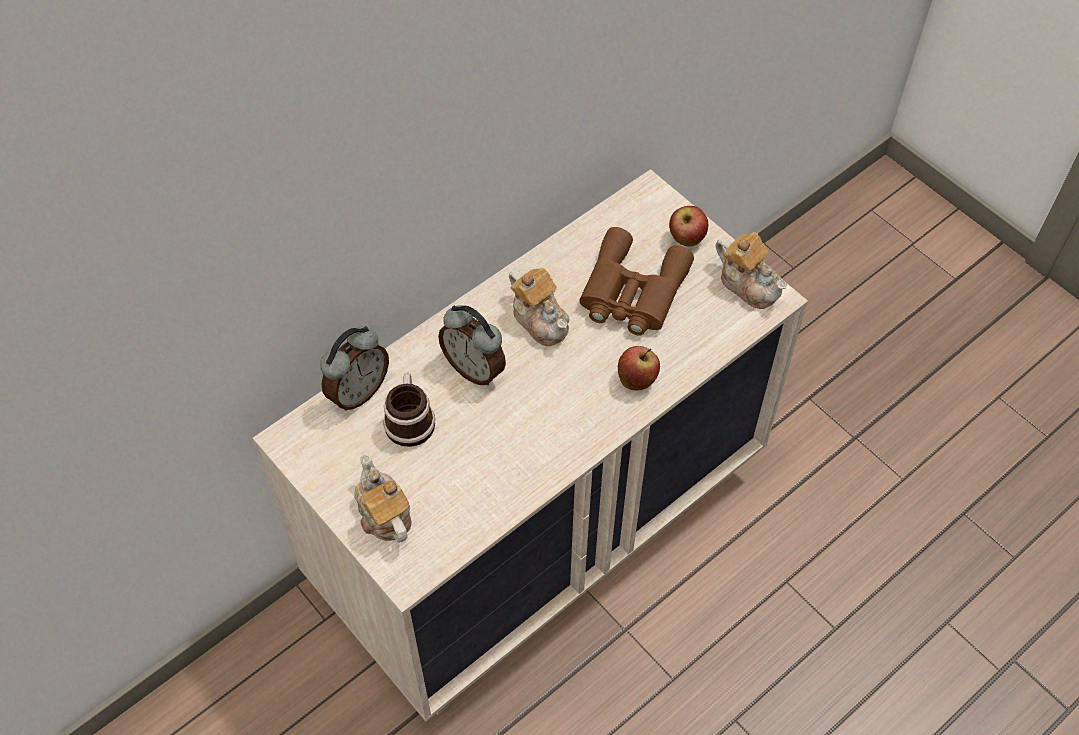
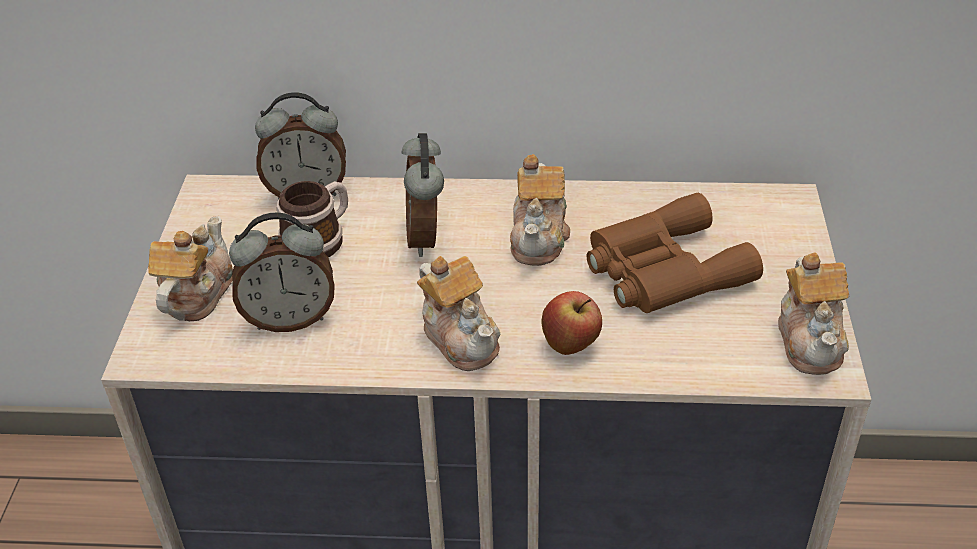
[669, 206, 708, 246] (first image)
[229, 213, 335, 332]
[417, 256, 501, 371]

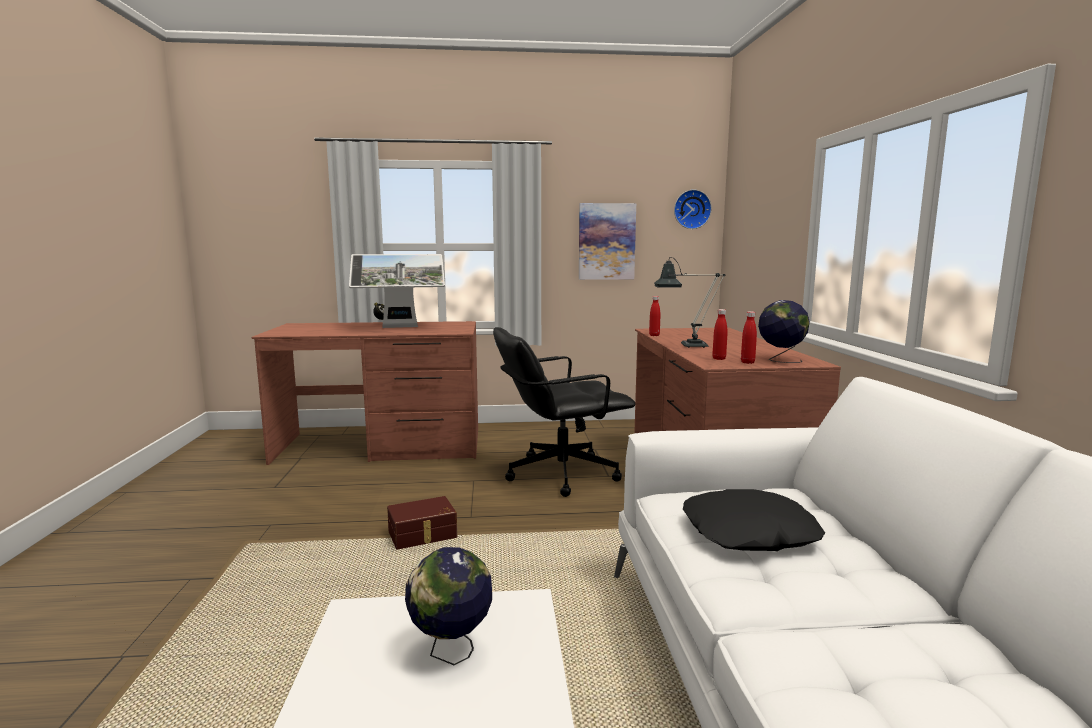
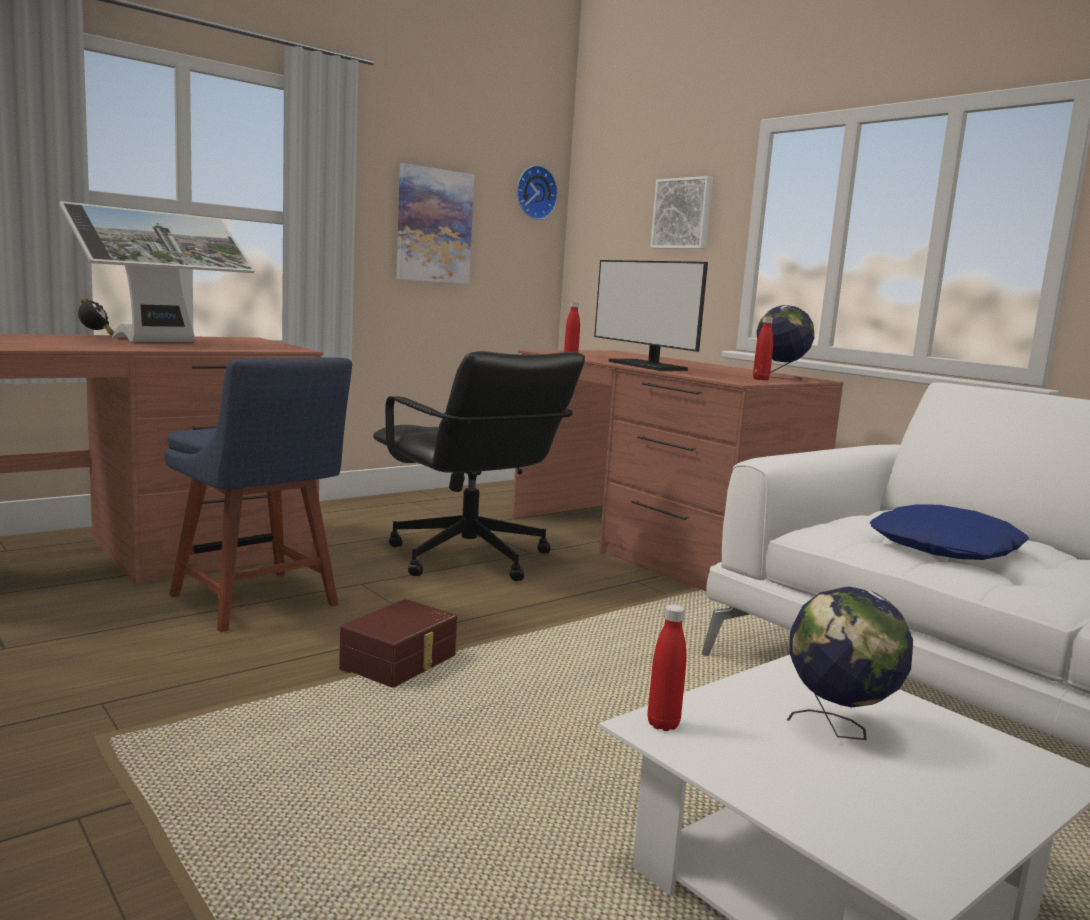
[373, 351, 585, 581]
[594, 260, 708, 371]
[870, 504, 1029, 560]
[648, 604, 686, 731]
[165, 357, 352, 632]
[650, 176, 713, 249]

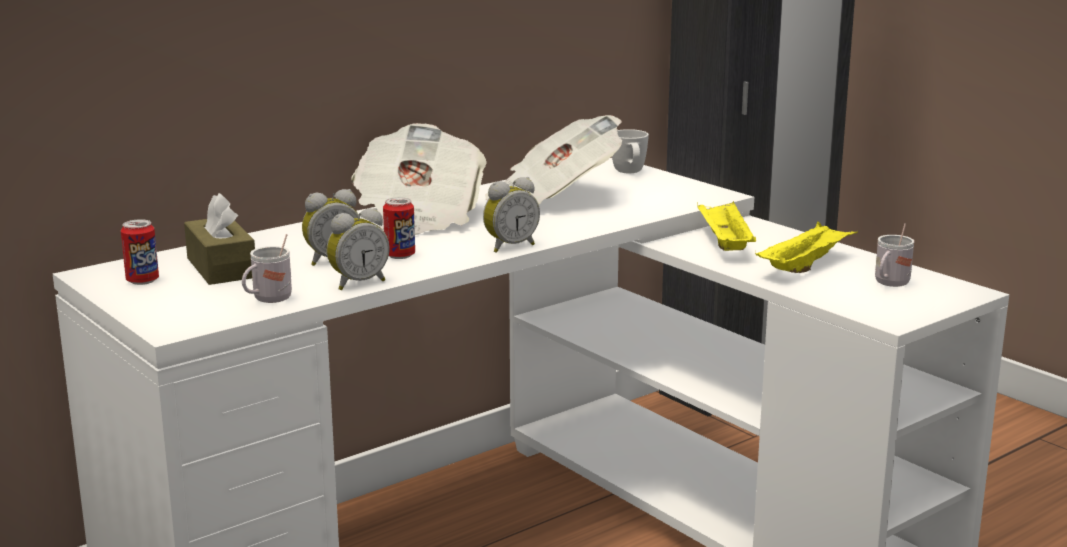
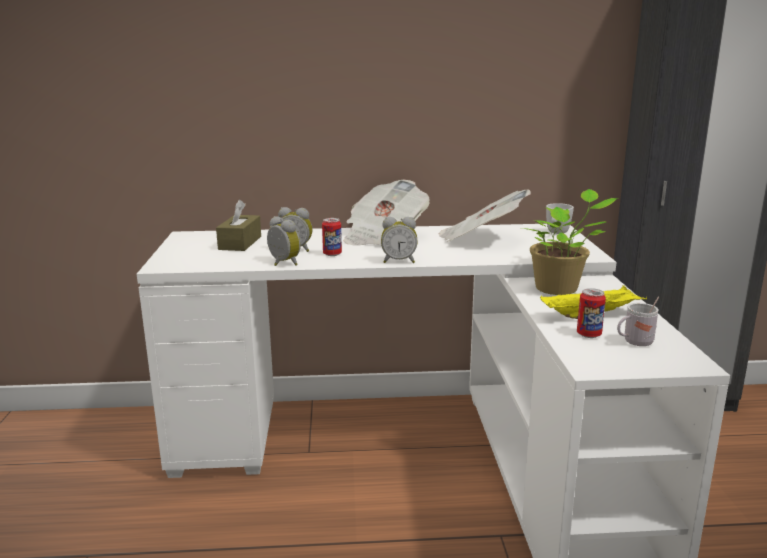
[577, 288, 606, 338]
[242, 234, 292, 303] (first image)
[267, 216, 301, 266]
[522, 189, 618, 295]

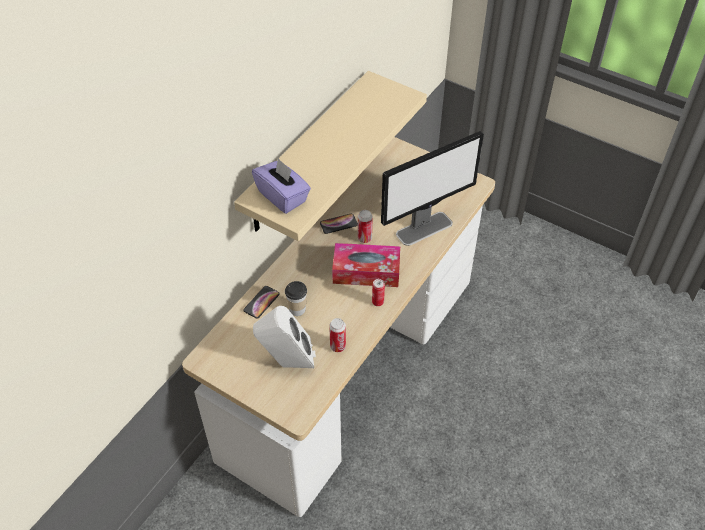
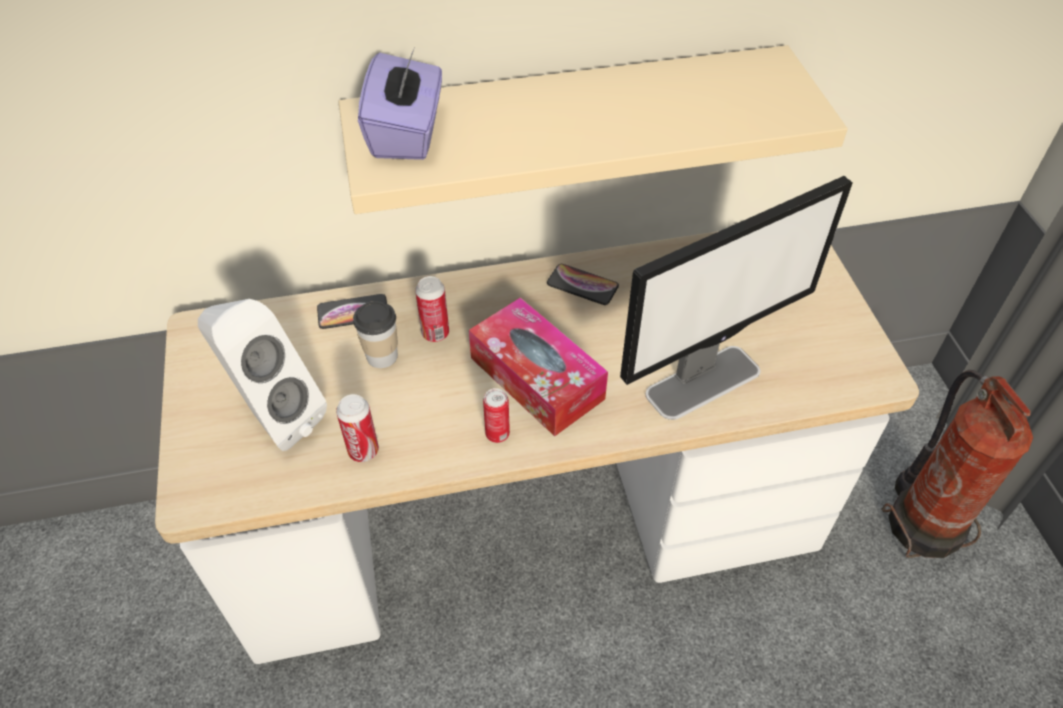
[415, 276, 449, 342]
[620, 176, 853, 420]
[882, 370, 1033, 558]

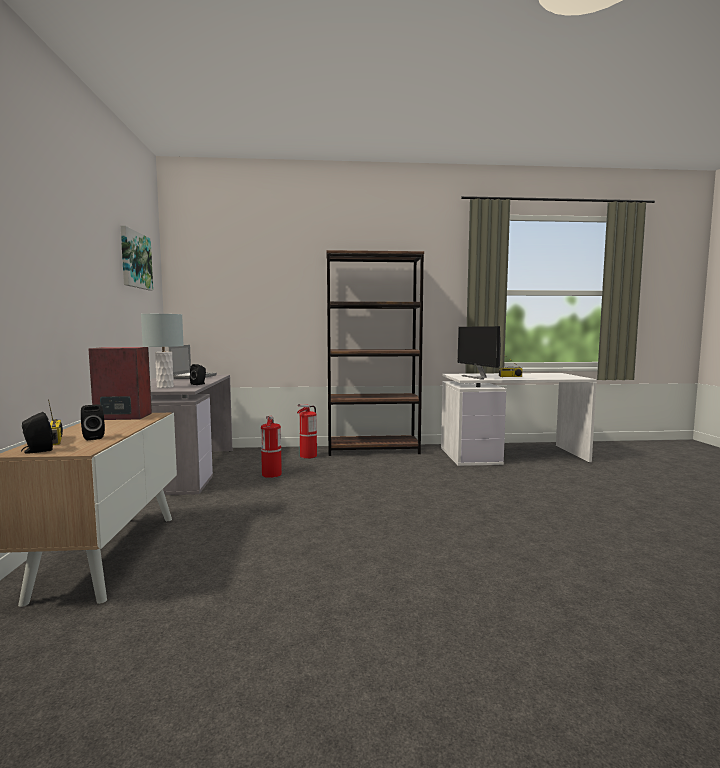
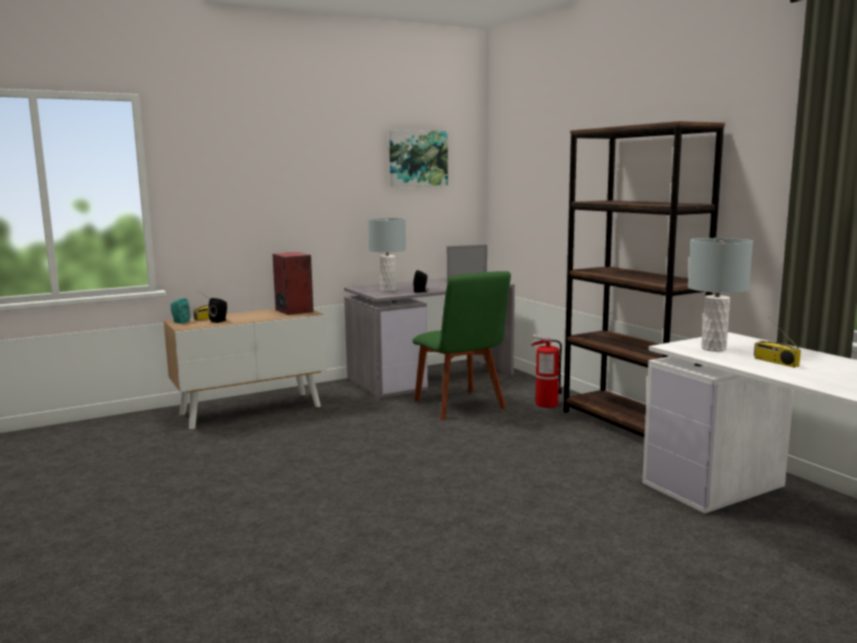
[171, 298, 190, 324]
[412, 271, 511, 420]
[688, 238, 753, 352]

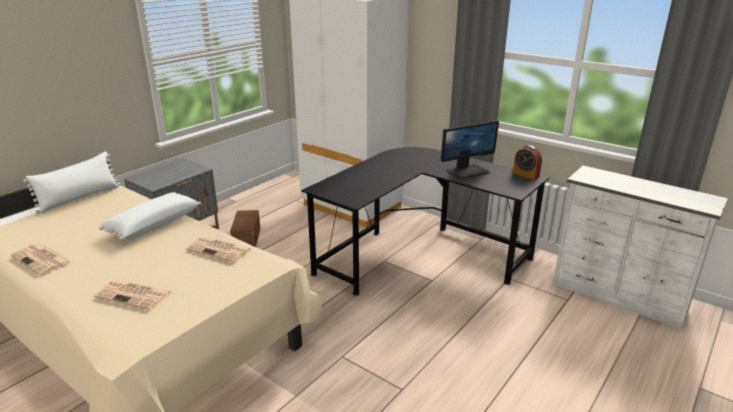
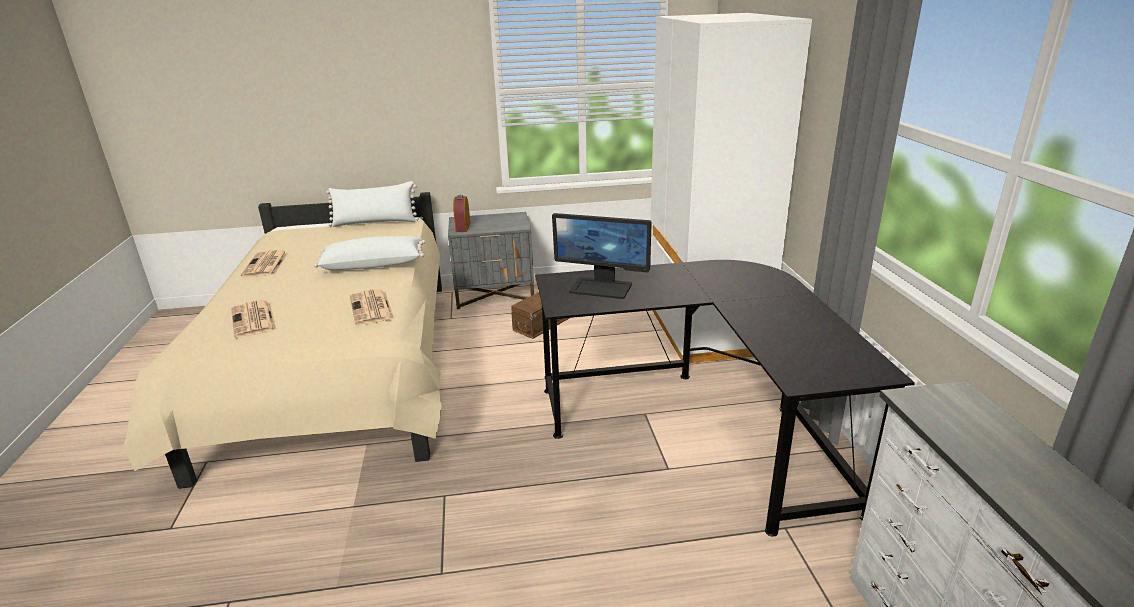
[552, 213, 652, 299]
[453, 195, 470, 232]

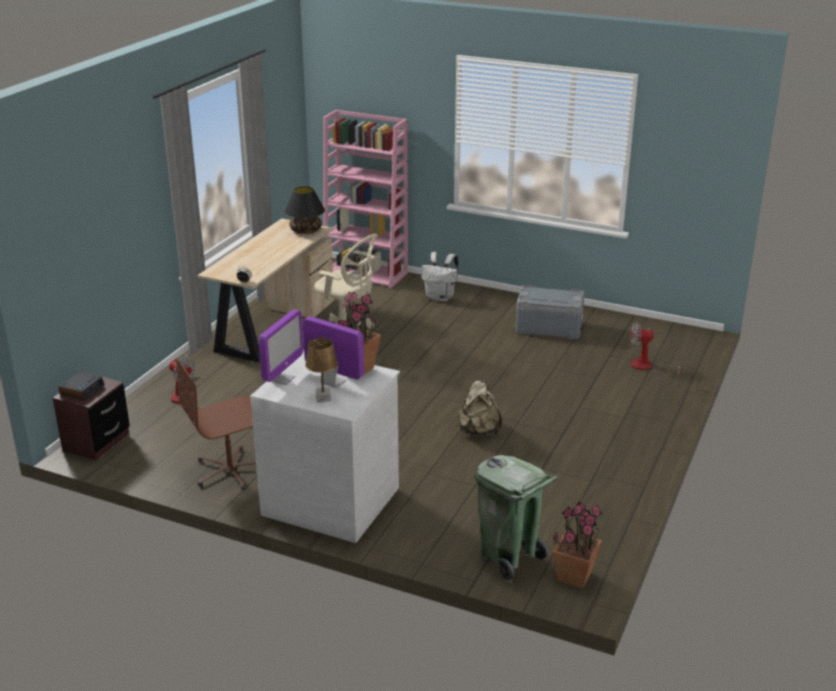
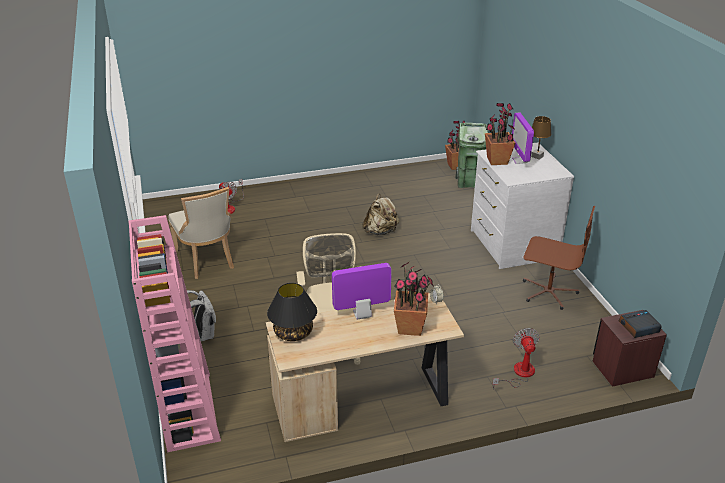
[332, 263, 392, 320]
[168, 187, 234, 279]
[394, 262, 434, 336]

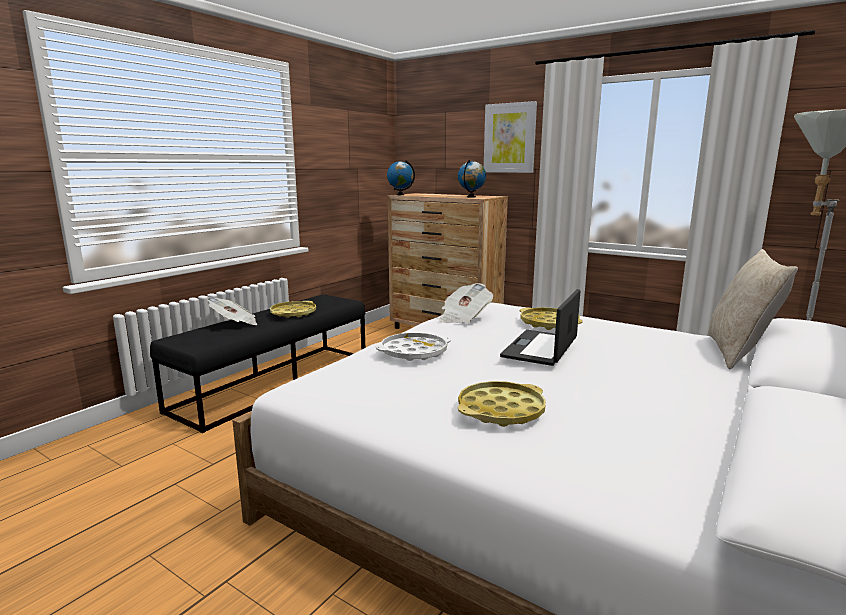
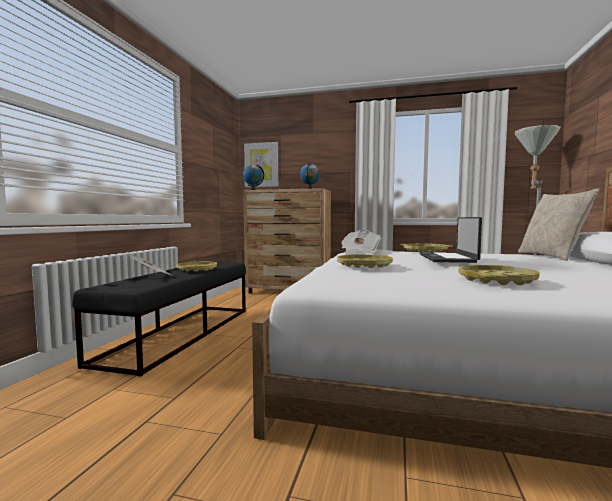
[337, 254, 393, 268]
[244, 142, 278, 187]

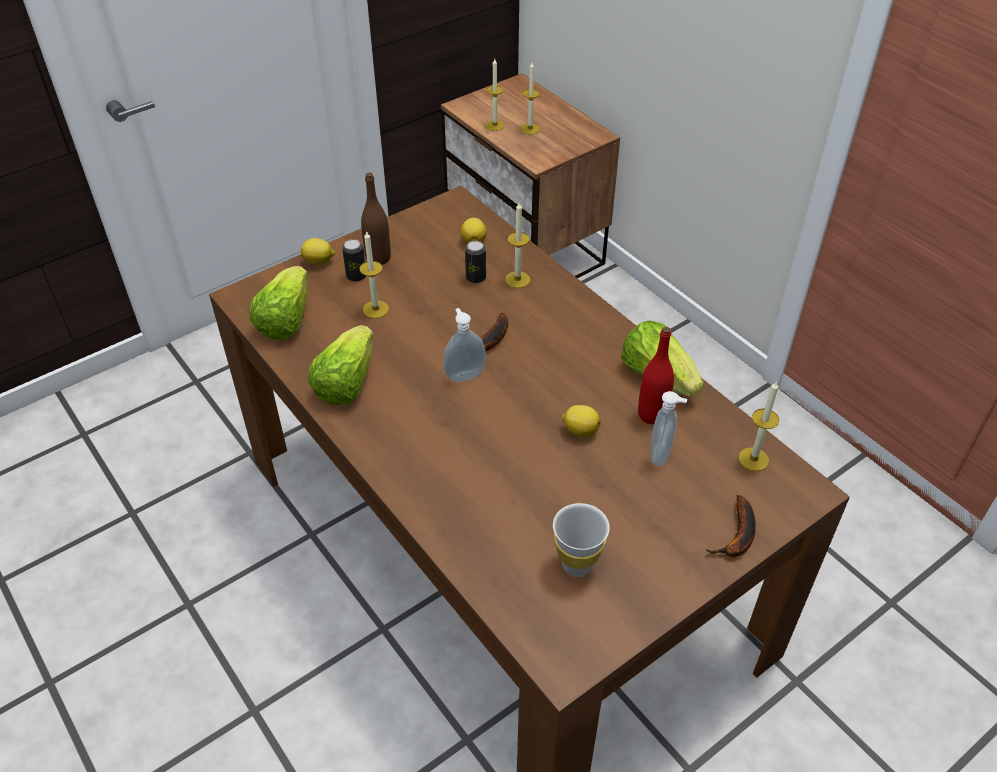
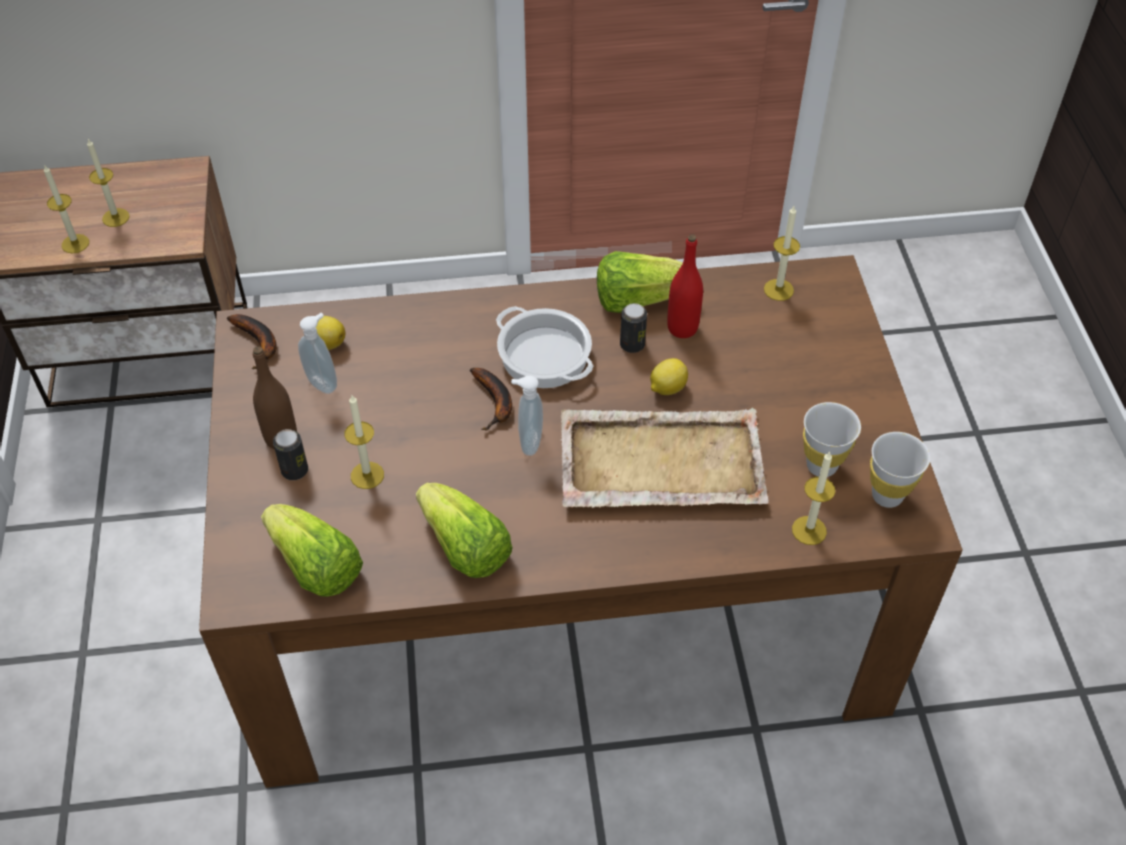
[301, 238, 335, 265] (first image)
[620, 303, 647, 353]
[792, 451, 835, 545]
[298, 313, 337, 394]
[226, 314, 277, 369]
[496, 306, 594, 388]
[561, 408, 769, 508]
[870, 432, 930, 508]

